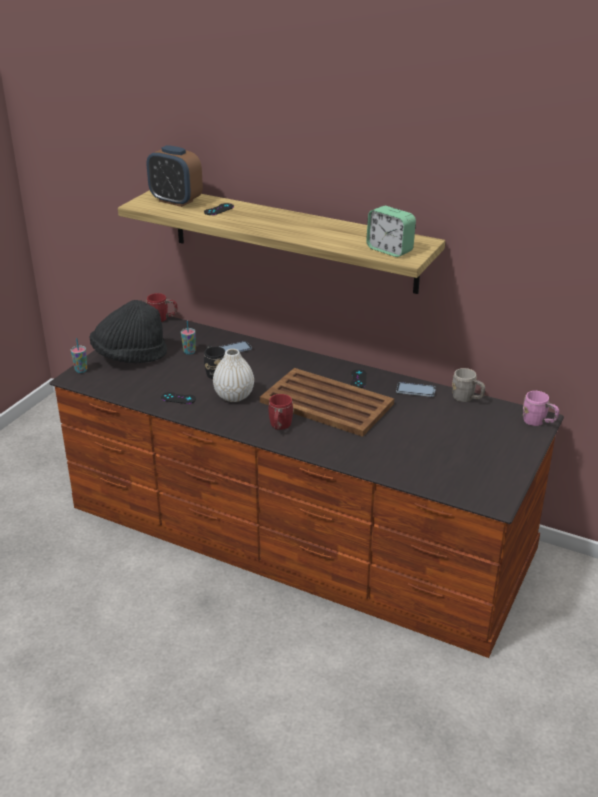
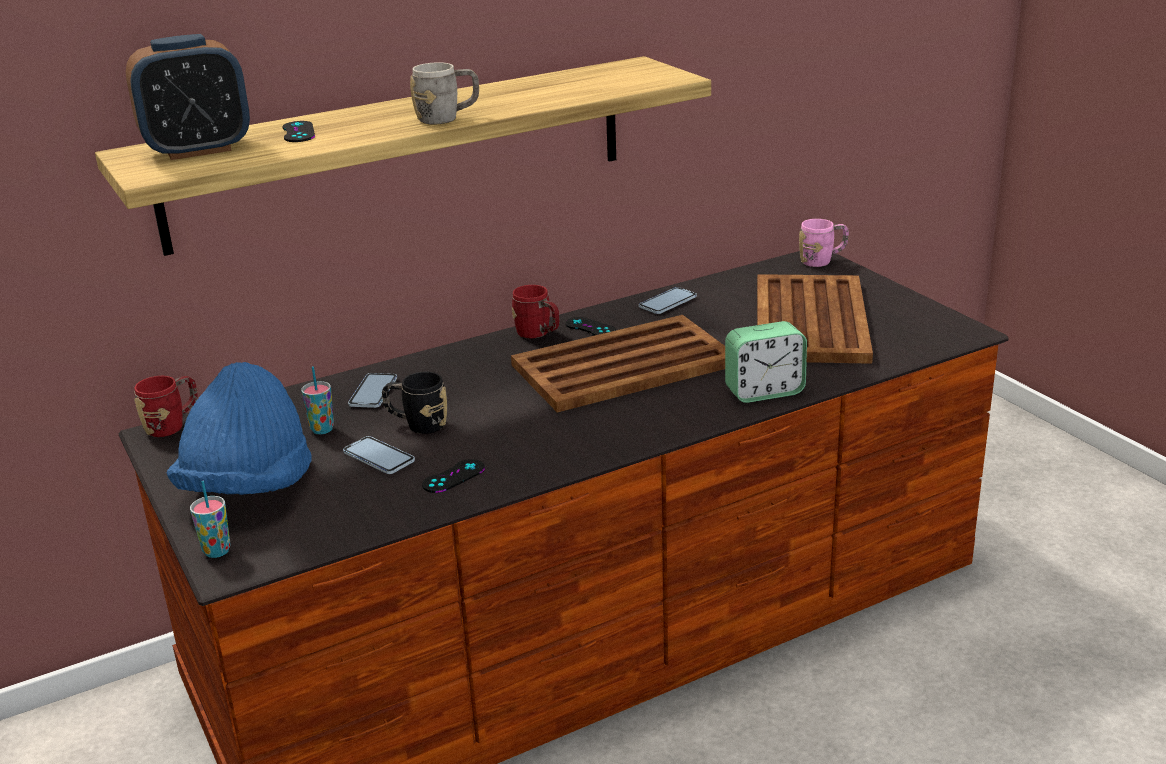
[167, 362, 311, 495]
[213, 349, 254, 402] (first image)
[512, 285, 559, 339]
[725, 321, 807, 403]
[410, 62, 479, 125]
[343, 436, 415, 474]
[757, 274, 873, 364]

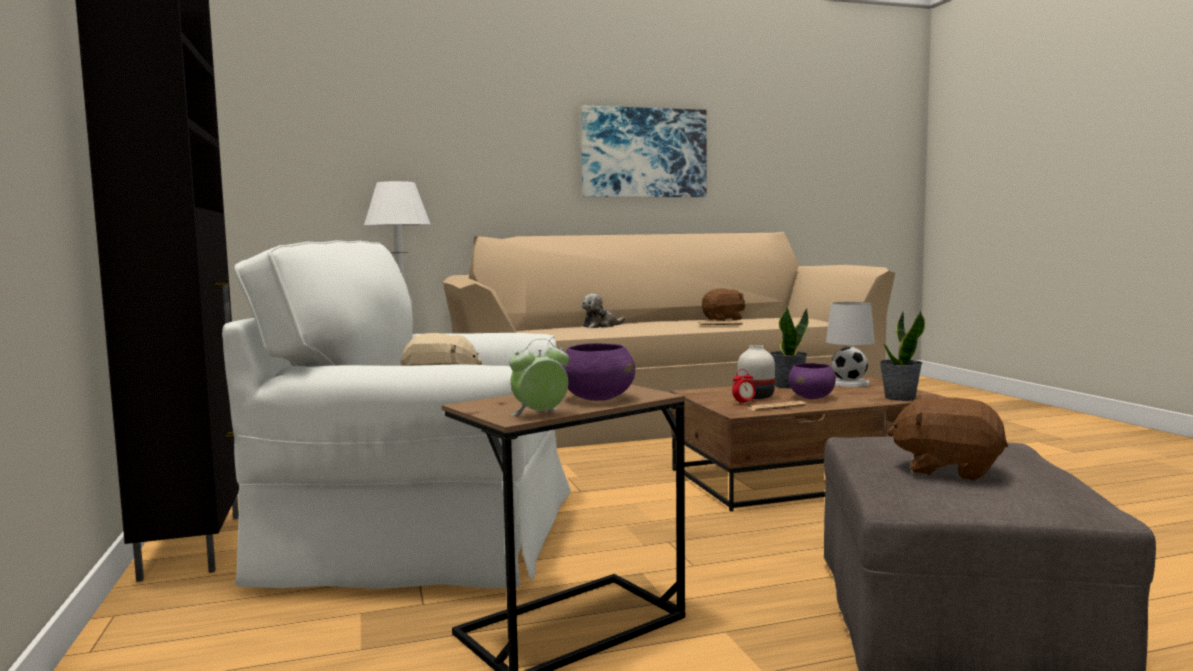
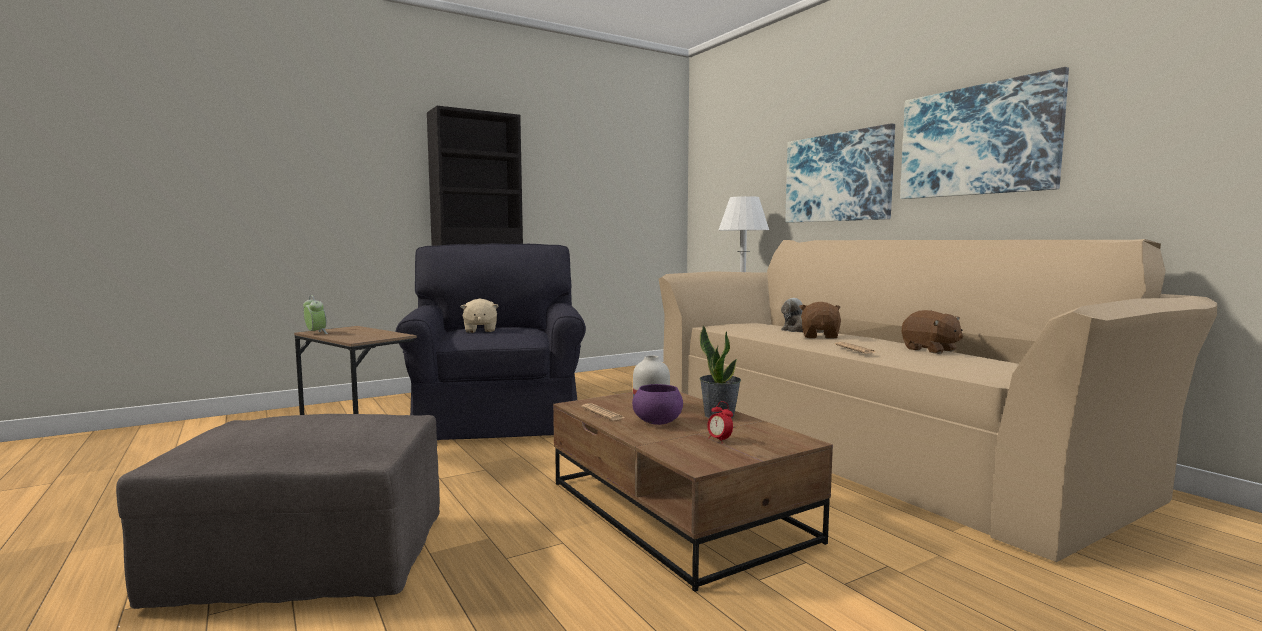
[395, 243, 586, 440]
[561, 343, 635, 401] (first image)
[707, 401, 733, 441]
[826, 302, 875, 387] (first image)
[879, 311, 925, 401] (first image)
[799, 302, 841, 338]
[785, 123, 895, 223]

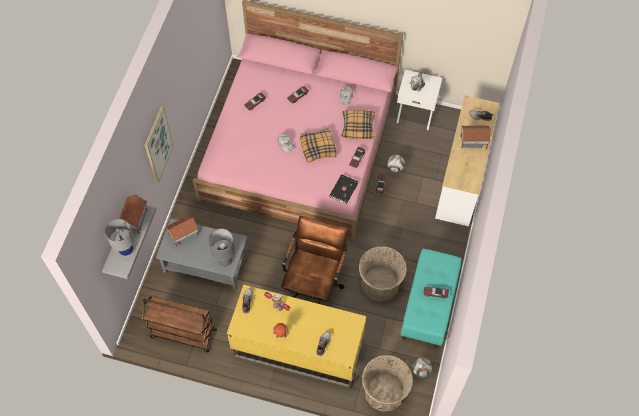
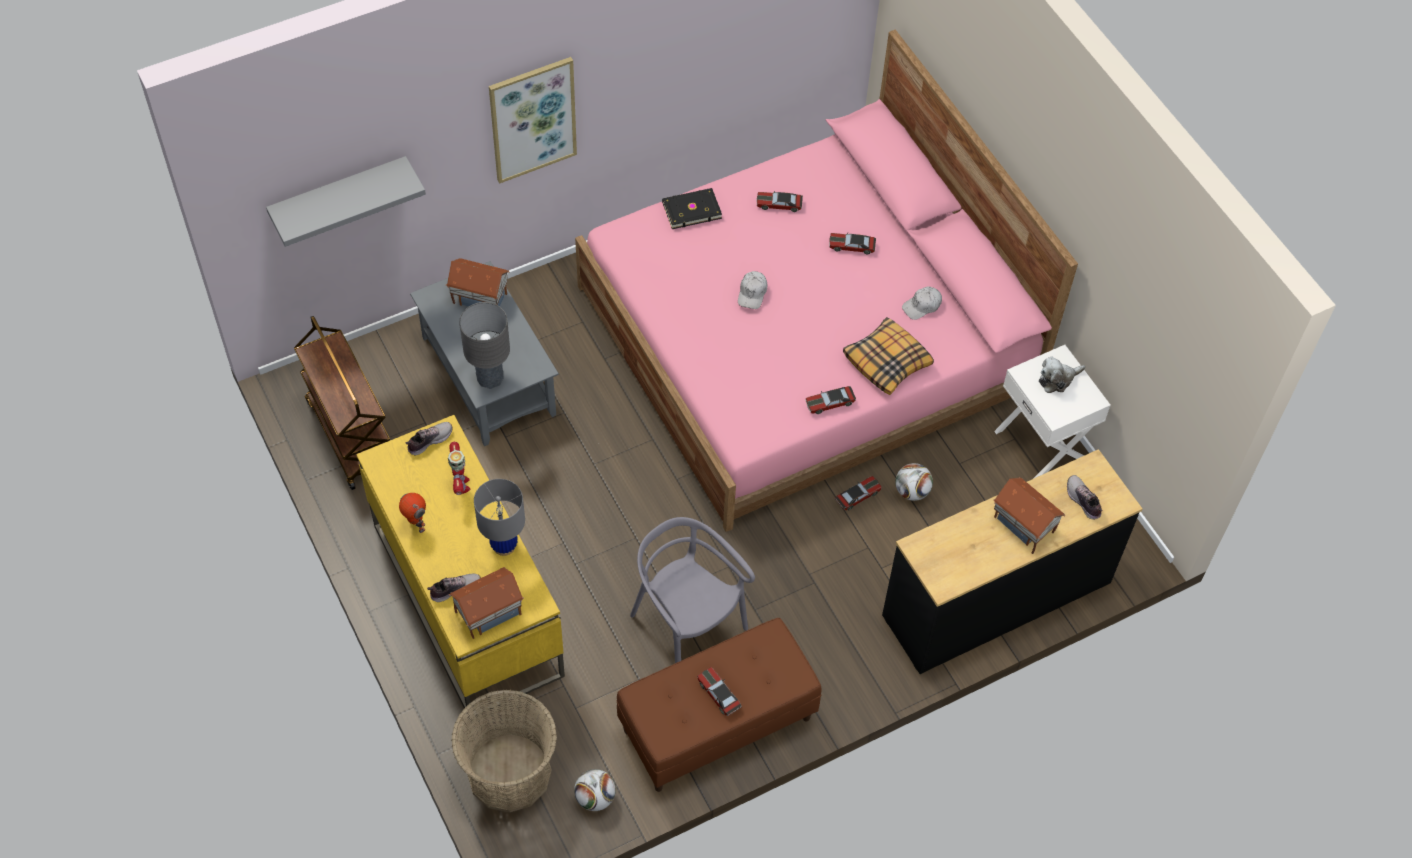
[474, 479, 525, 556]
[449, 567, 524, 639]
[281, 216, 348, 304] (first image)
[300, 128, 336, 163] (first image)
[662, 188, 722, 229]
[630, 517, 755, 663]
[616, 618, 822, 792]
[882, 449, 1143, 674]

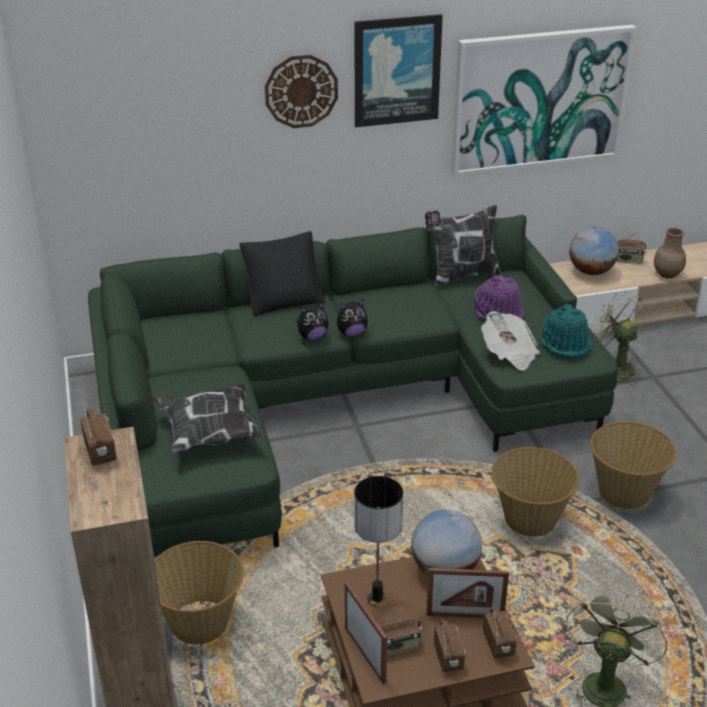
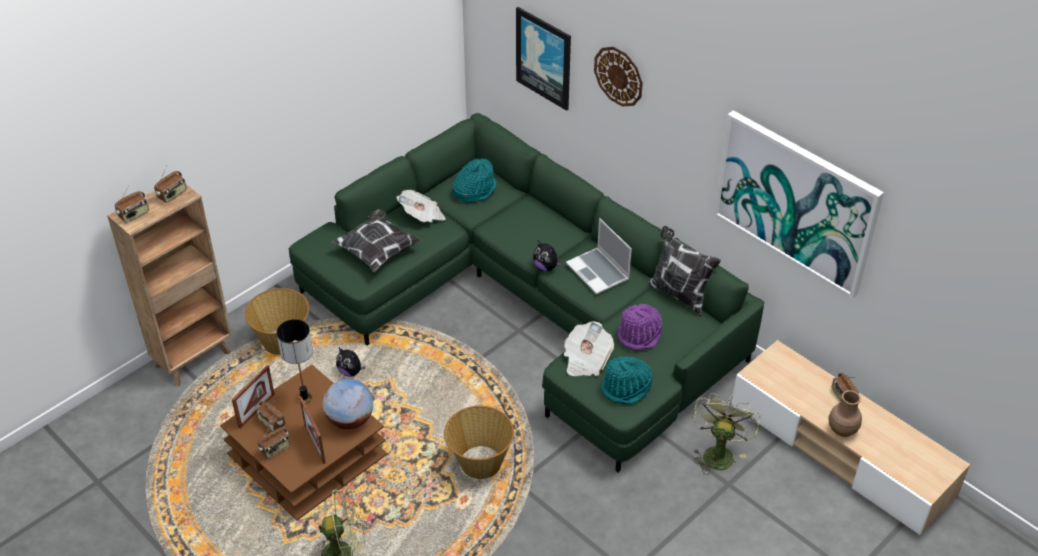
[239, 231, 325, 316] (first image)
[336, 348, 366, 377]
[516, 7, 571, 111]
[115, 185, 149, 223]
[569, 226, 619, 275] (first image)
[590, 422, 677, 510] (first image)
[396, 190, 446, 223]
[453, 158, 497, 203]
[566, 218, 632, 295]

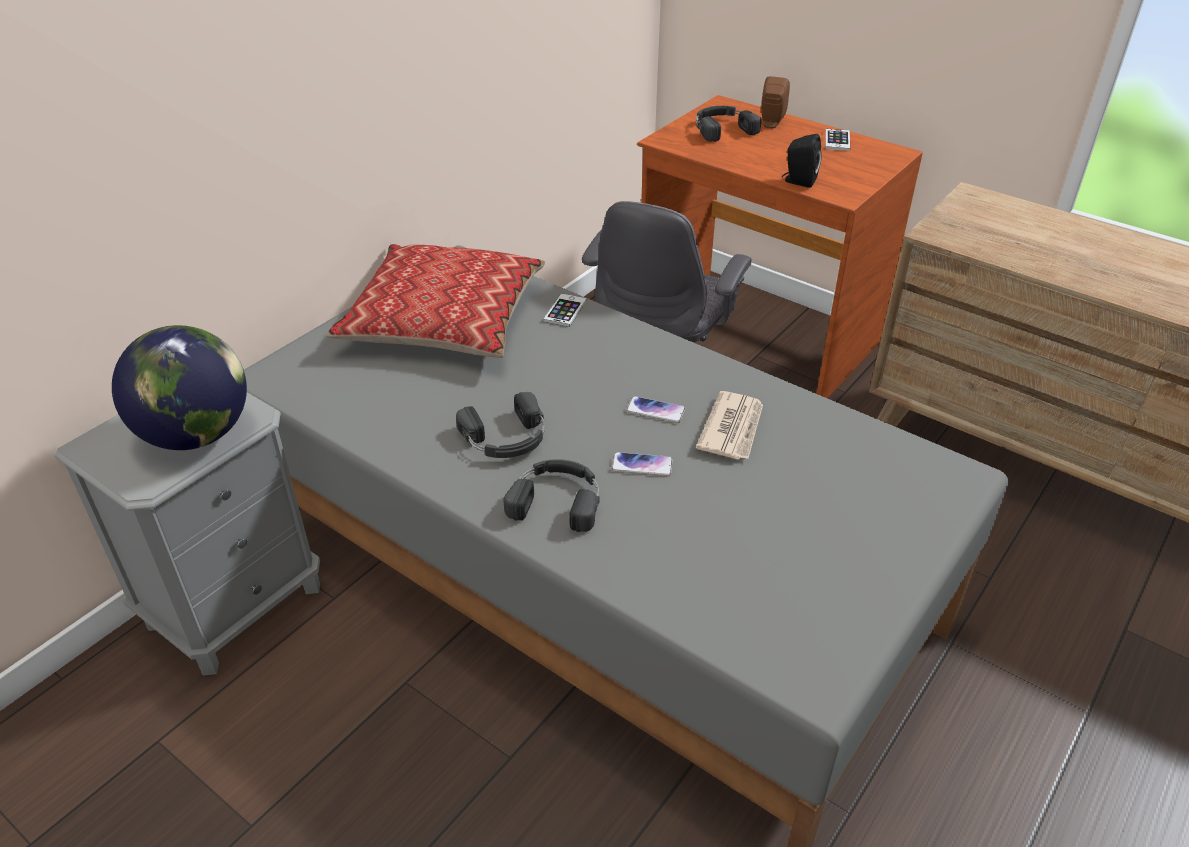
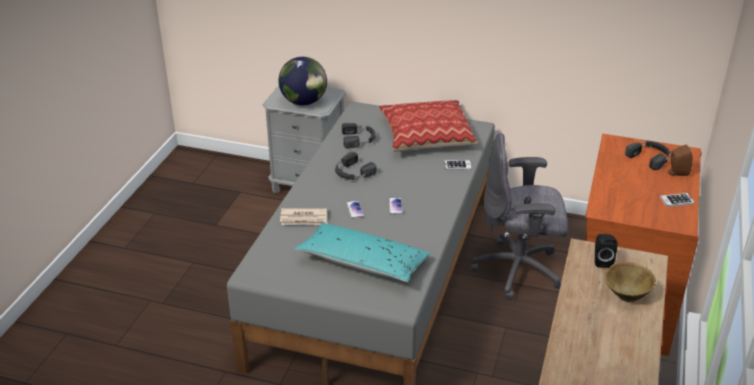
[342, 123, 376, 148]
[280, 208, 328, 225]
[595, 234, 617, 268]
[294, 223, 431, 282]
[605, 262, 656, 302]

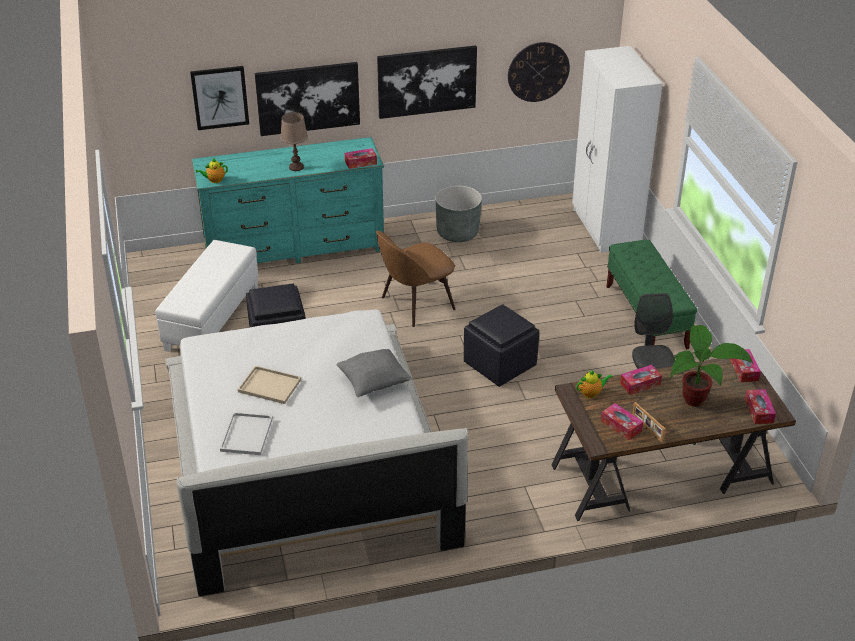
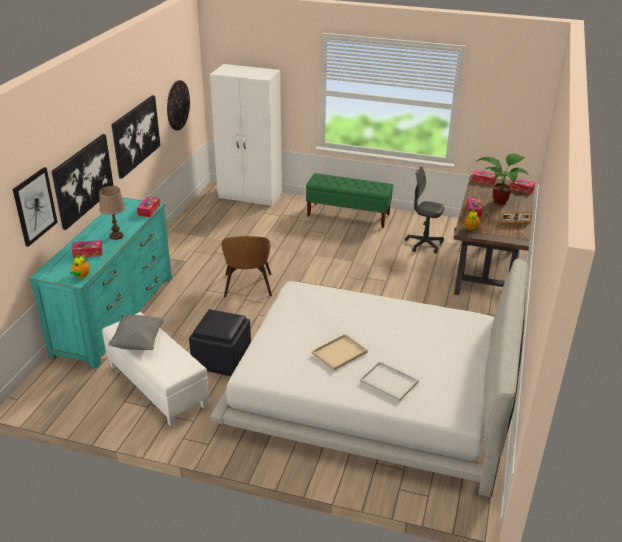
[108, 315, 165, 350]
[435, 185, 482, 242] (first image)
[464, 304, 539, 387] (first image)
[72, 240, 103, 258]

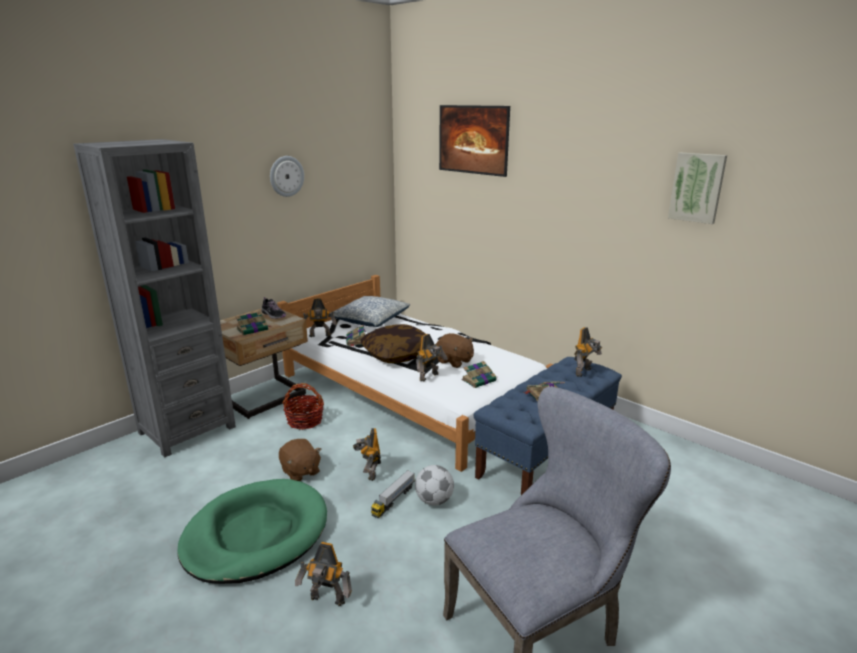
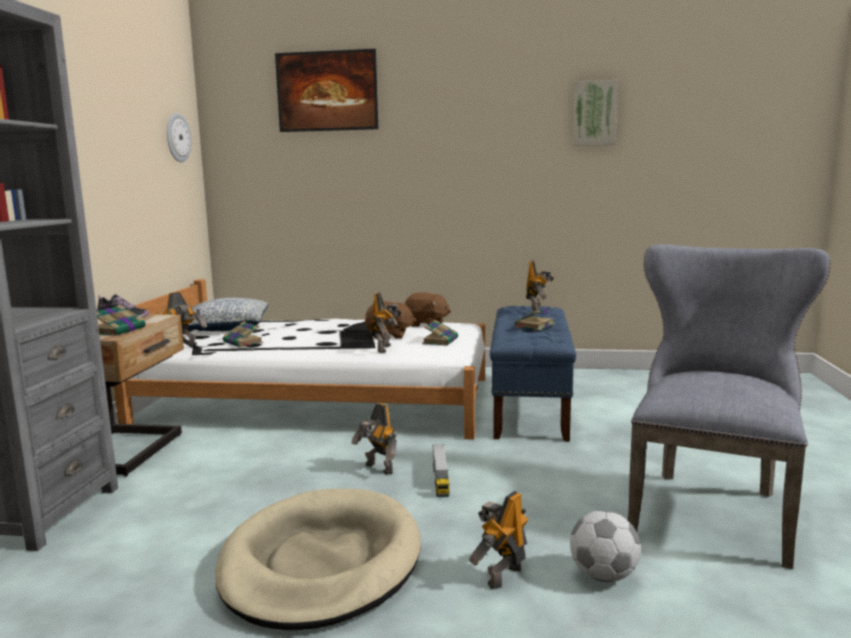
[215, 489, 421, 630]
[167, 113, 191, 162]
[405, 292, 451, 327]
[283, 383, 324, 430] (first image)
[469, 491, 529, 589]
[360, 324, 425, 363] (first image)
[570, 510, 641, 582]

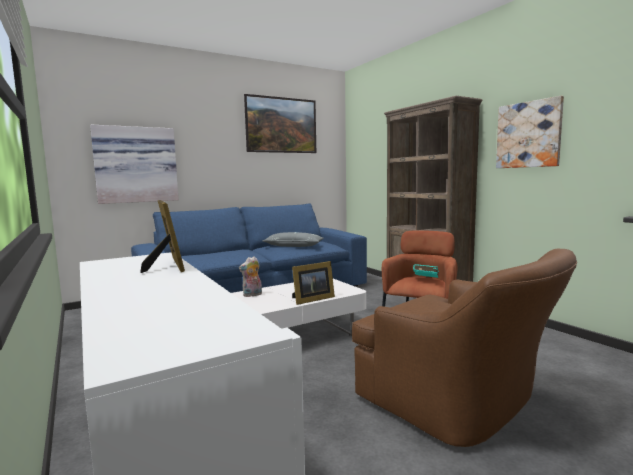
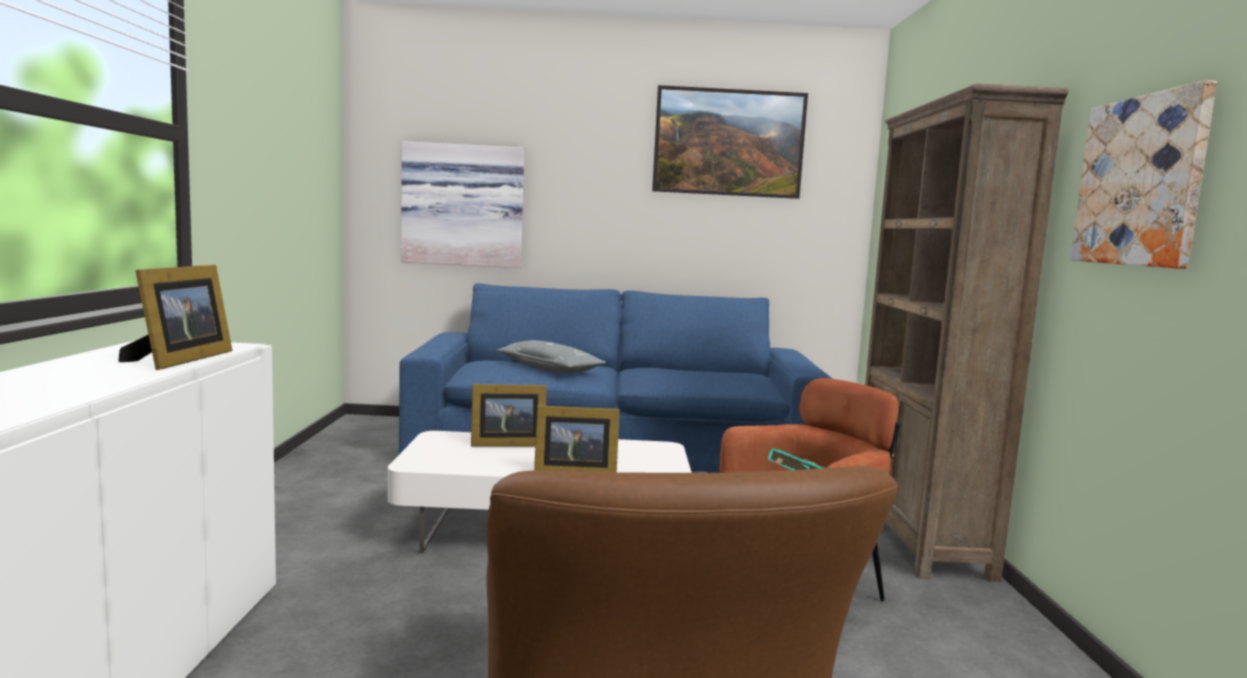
[471, 384, 547, 447]
[496, 340, 606, 374]

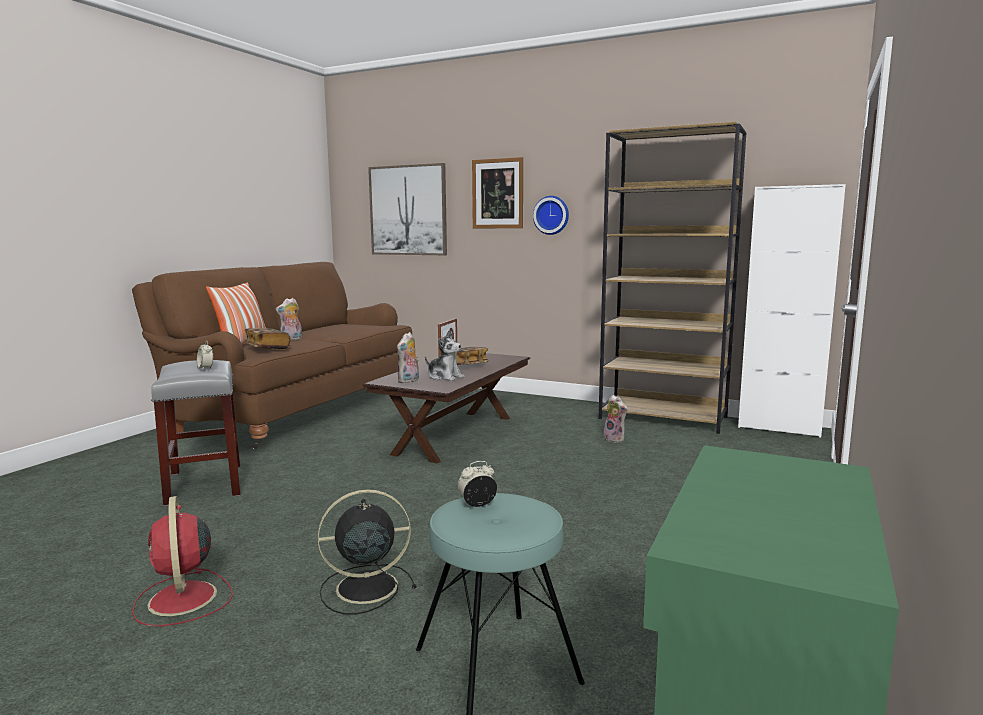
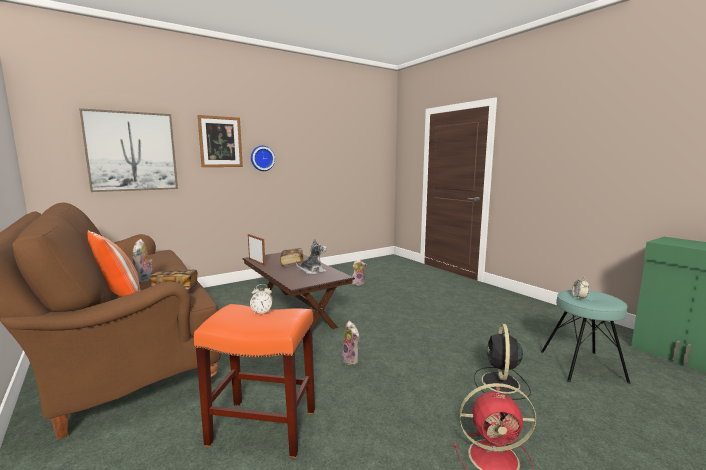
[194, 304, 315, 458]
[342, 321, 360, 365]
[598, 121, 746, 434] (first image)
[738, 184, 846, 437] (first image)

